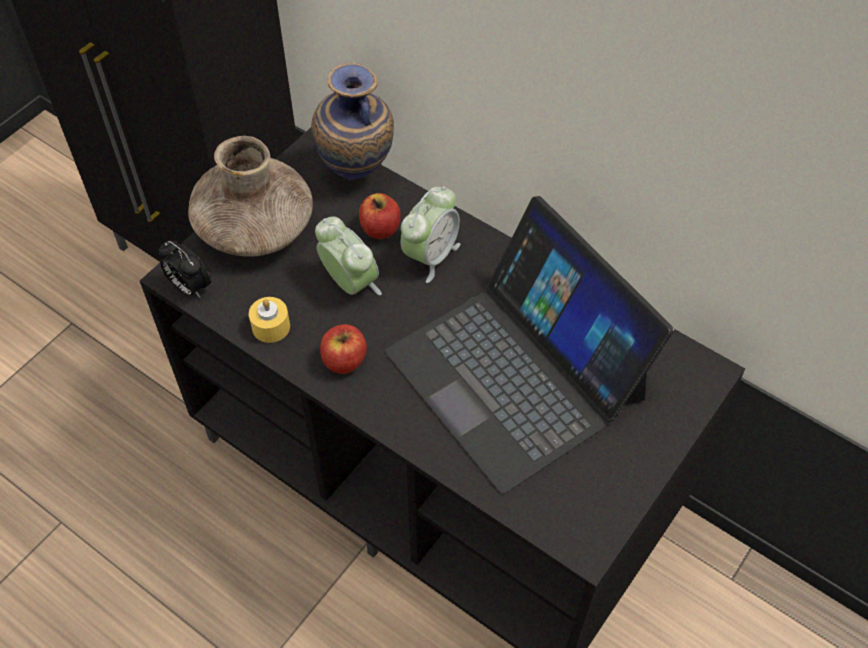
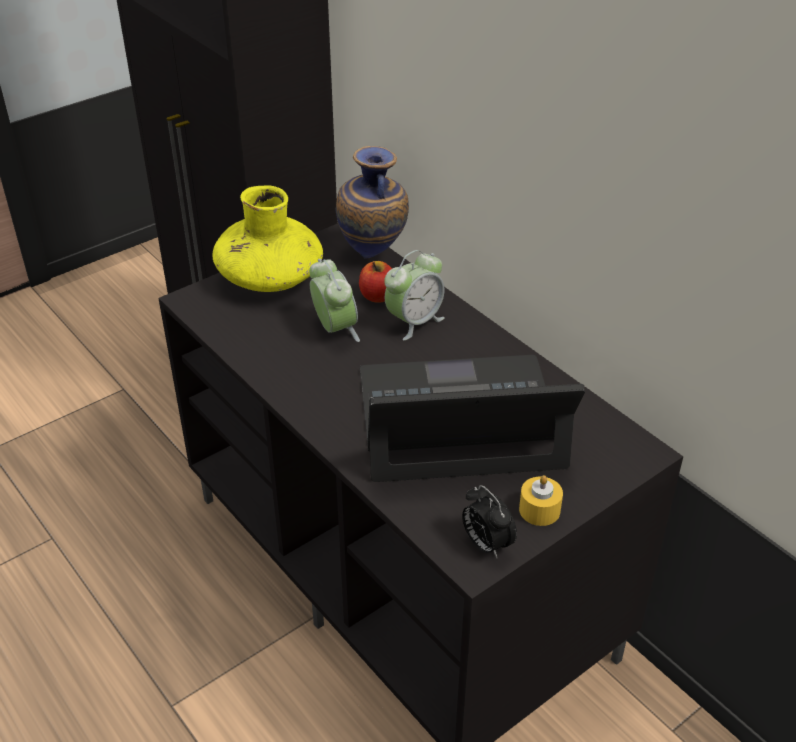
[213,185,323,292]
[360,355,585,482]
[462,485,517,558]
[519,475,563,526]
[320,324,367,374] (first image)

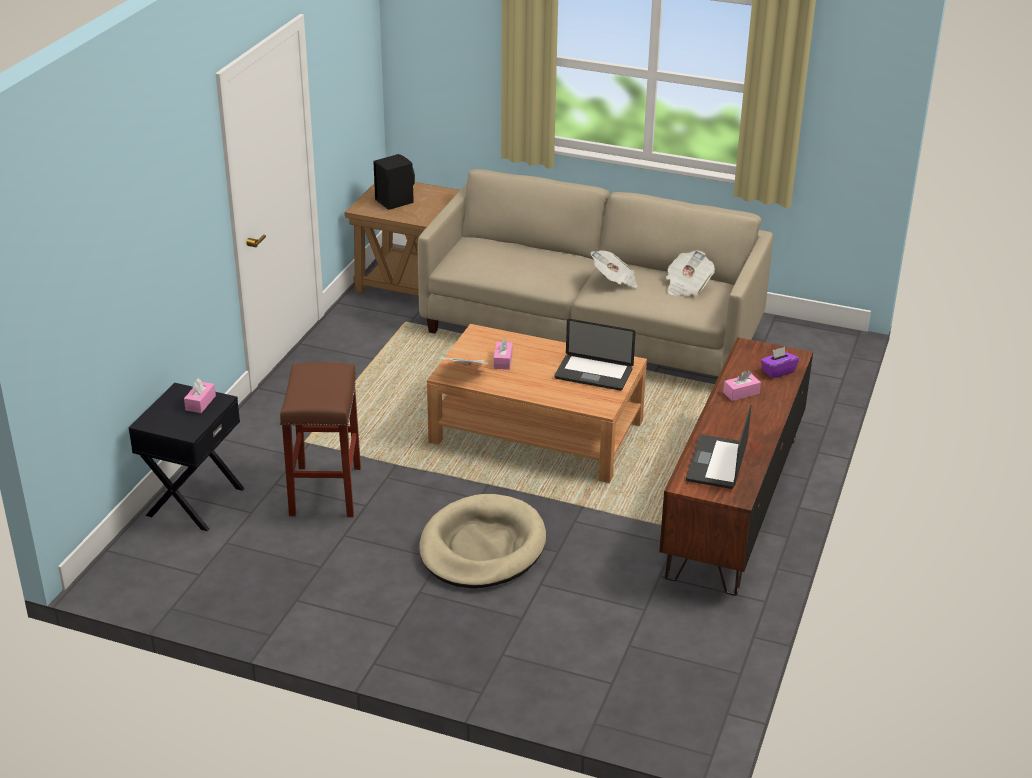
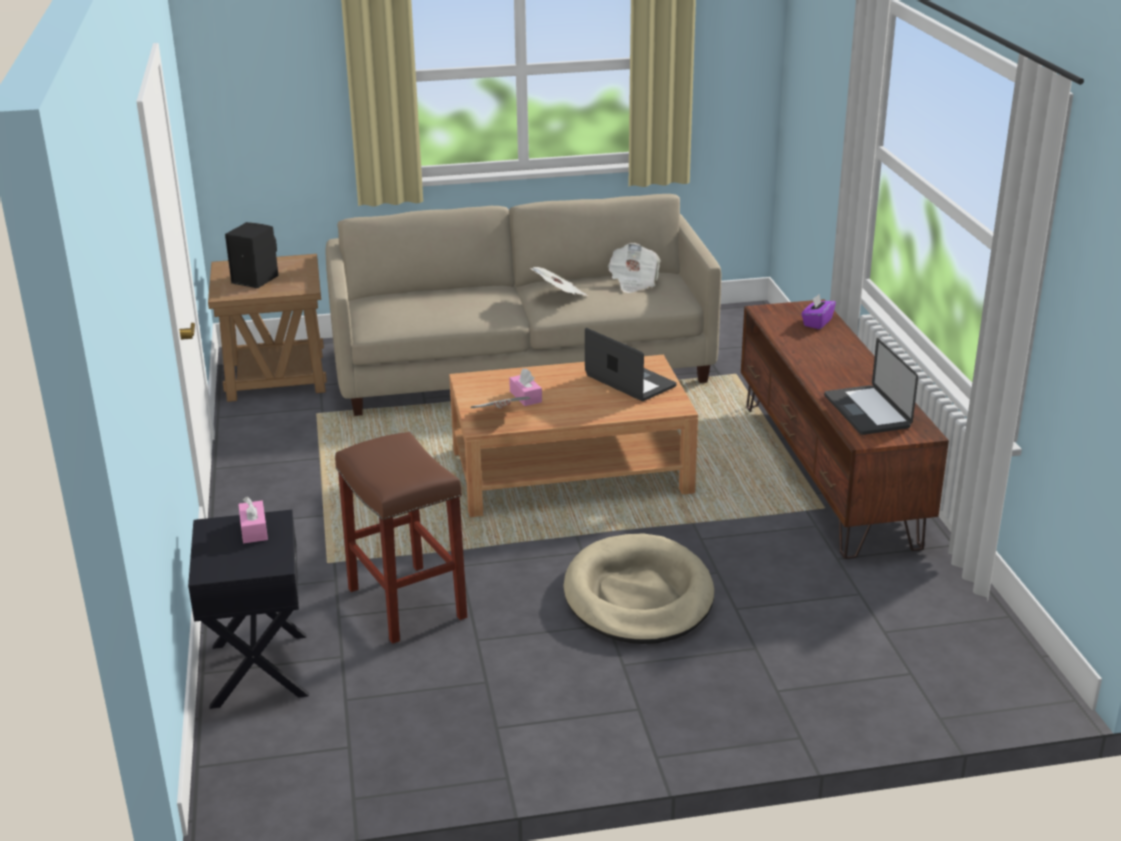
[585,328,676,401]
[723,370,761,401] (first image)

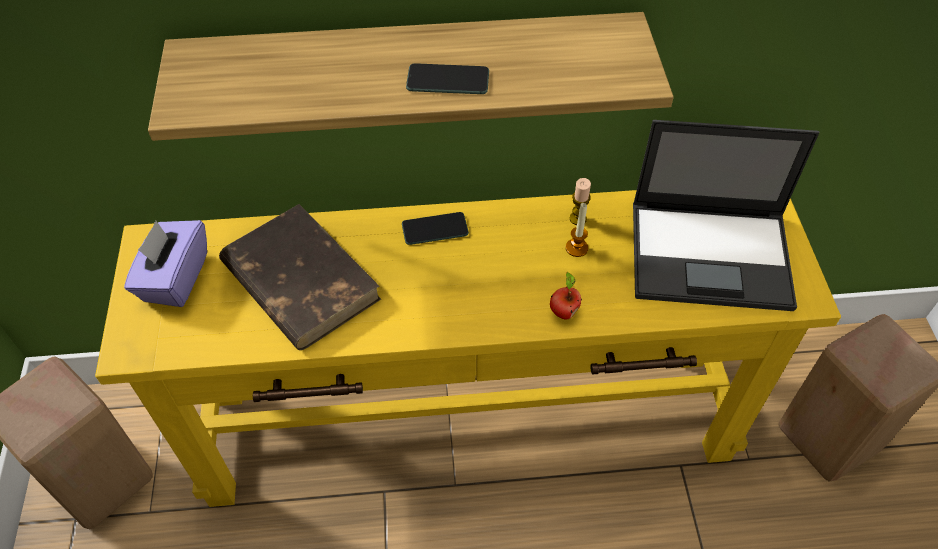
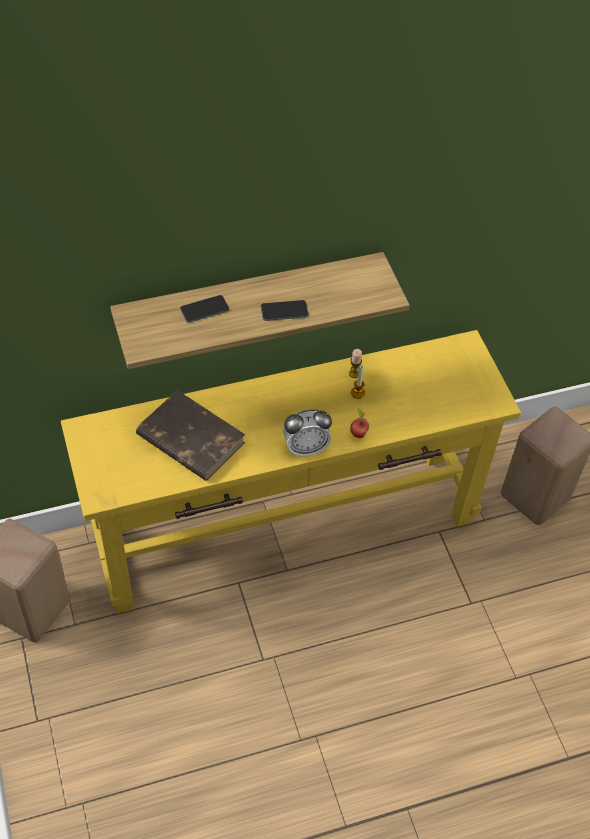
[633,120,819,311] (first image)
[180,295,229,323]
[124,220,207,307] (first image)
[283,409,332,457]

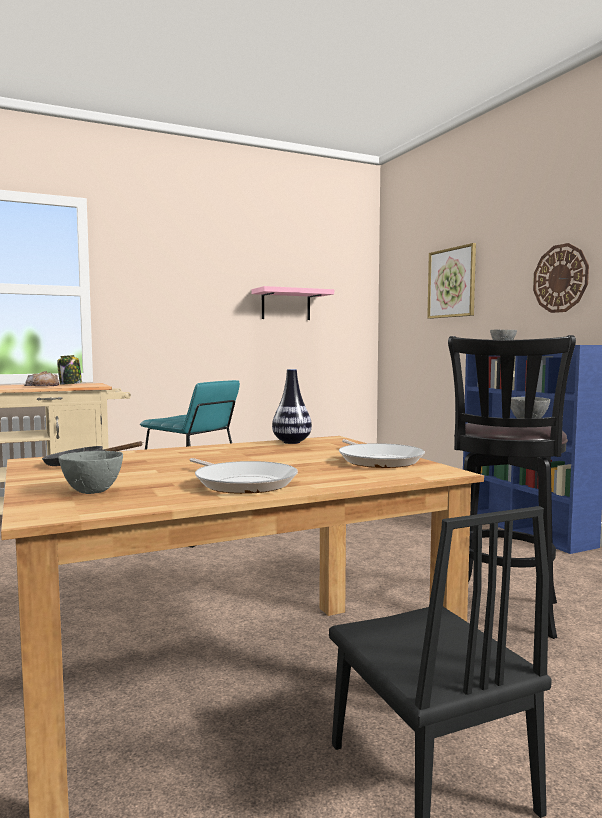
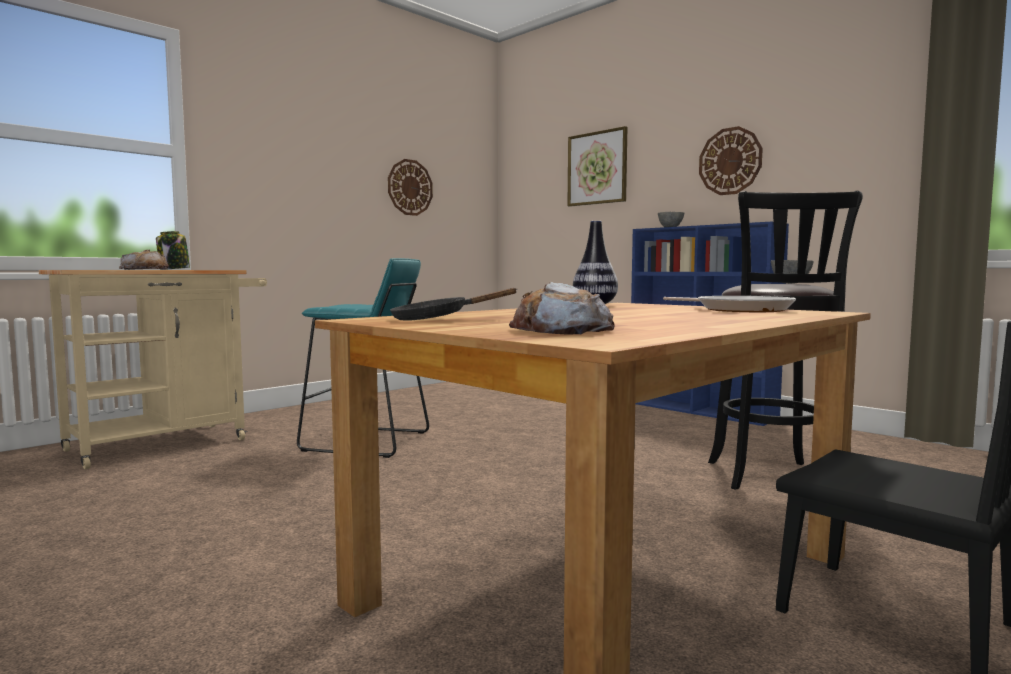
[388,159,433,216]
[509,282,615,335]
[190,458,298,494] (first image)

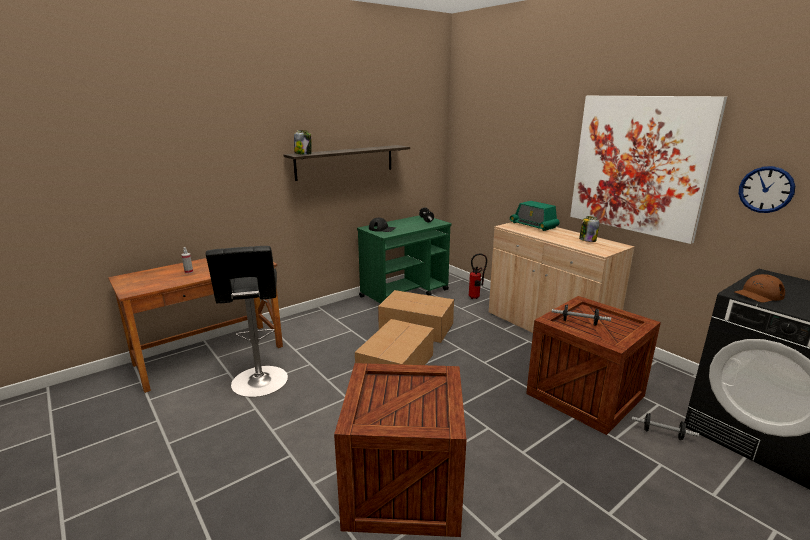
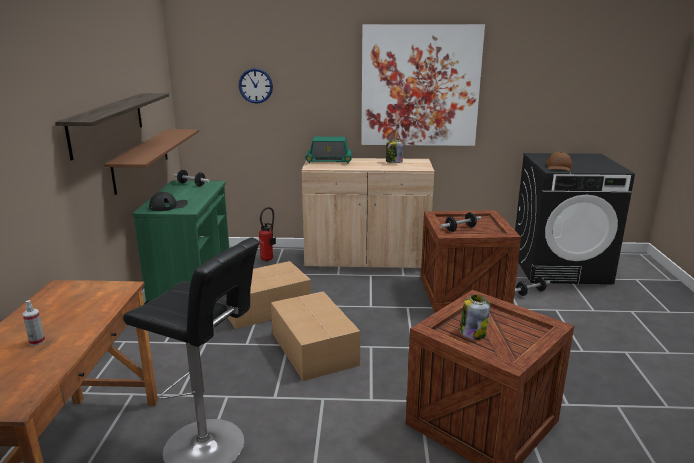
[460,295,490,340]
[239,68,273,104]
[104,129,199,195]

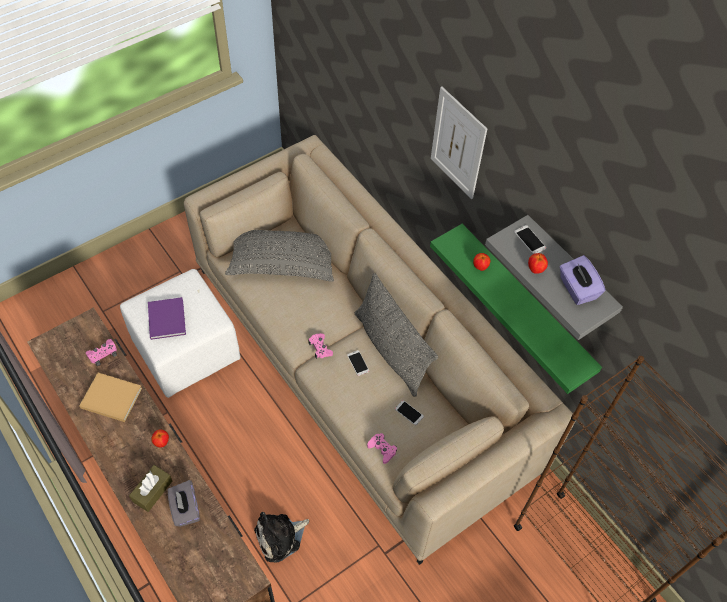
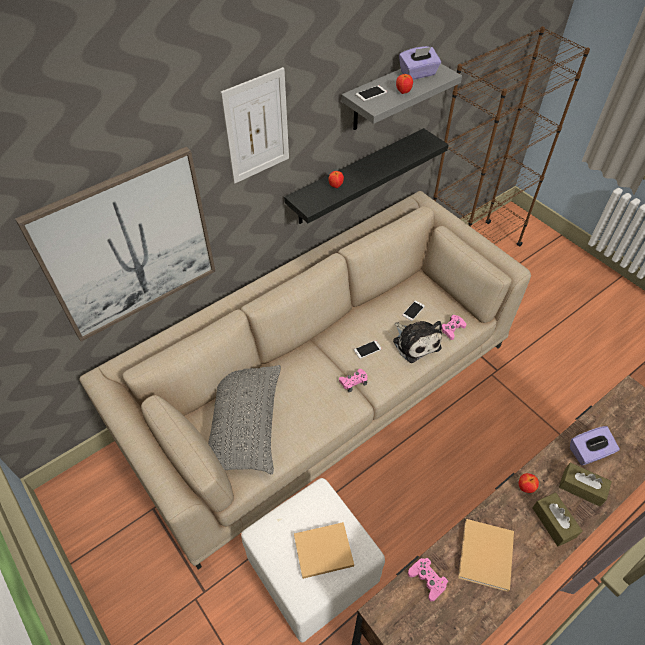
[284,128,448,224]
[355,273,438,397] (first image)
[294,522,354,579]
[570,426,620,465]
[393,321,442,363]
[15,146,215,342]
[532,492,583,546]

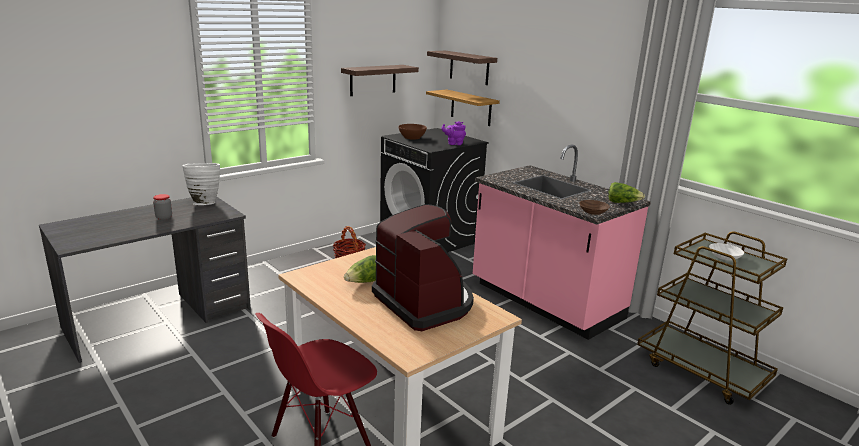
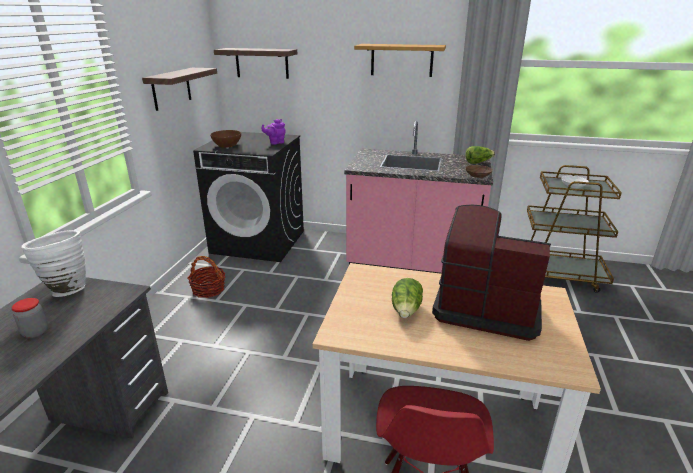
[354,44,446,77]

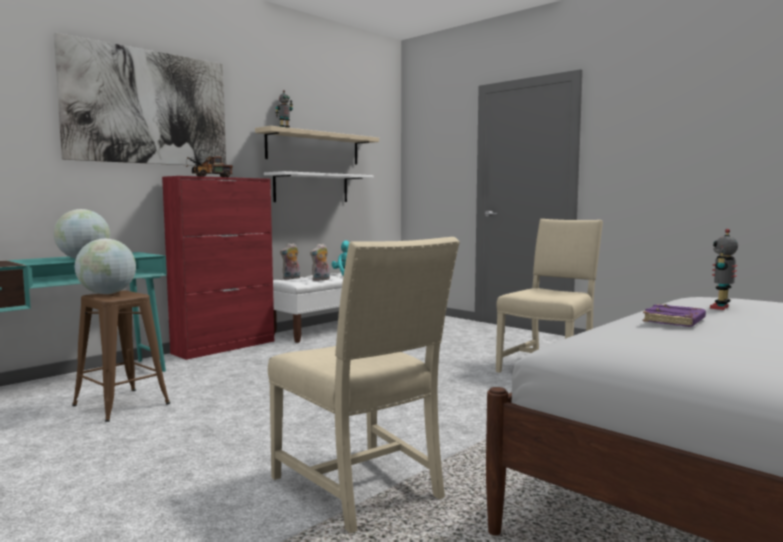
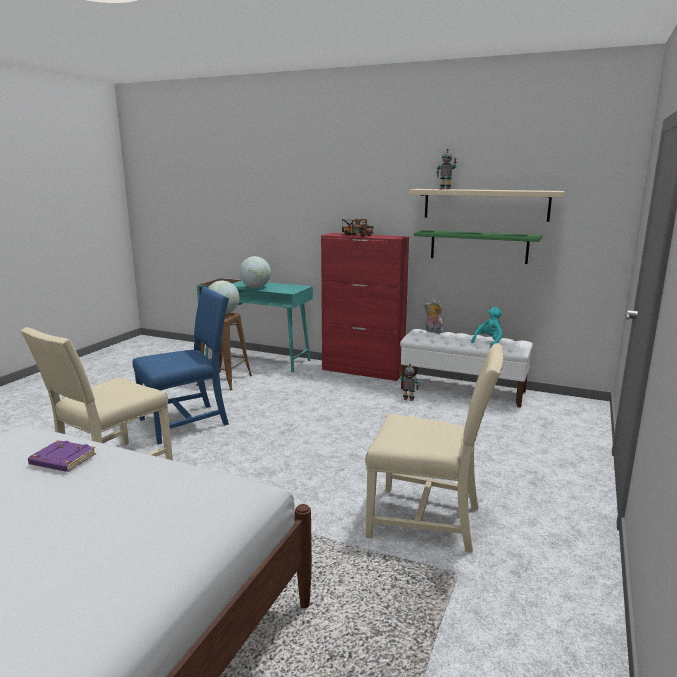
[54,33,226,166] (first image)
[414,230,542,264]
[400,364,419,401]
[310,243,330,281] (first image)
[132,287,229,445]

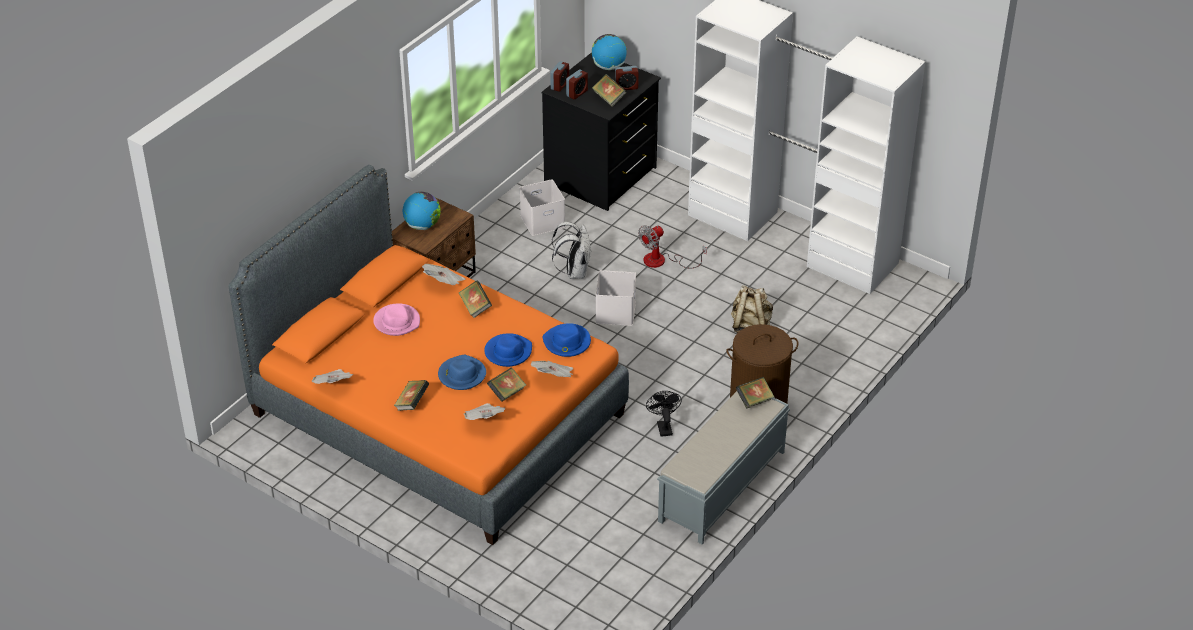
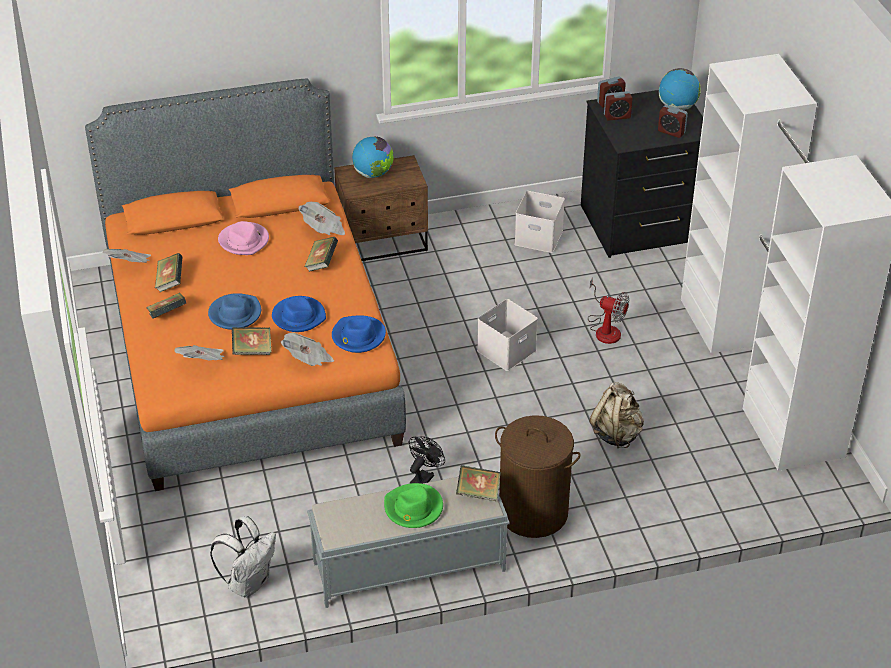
[155,253,183,292]
[210,516,276,597]
[588,278,629,344]
[384,483,443,528]

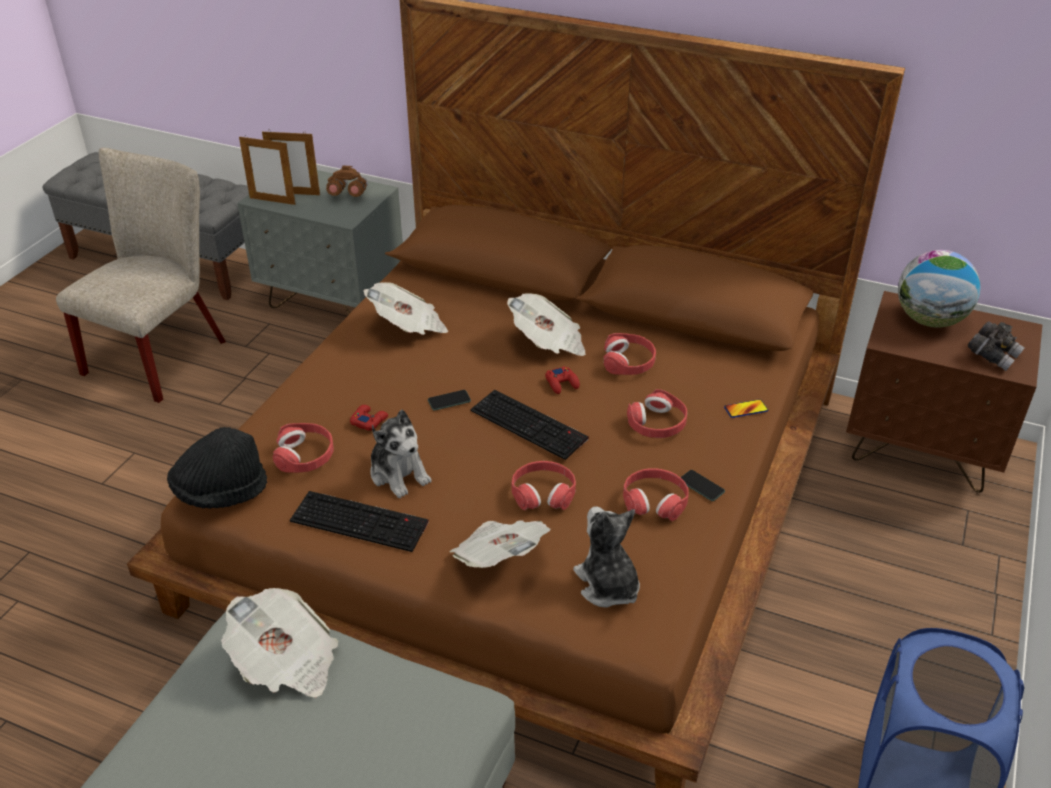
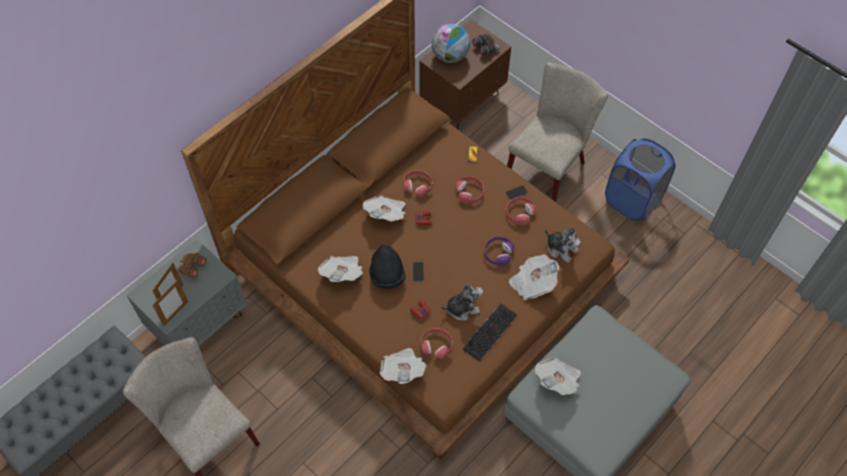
[471,390,589,460] (first image)
[369,245,406,289]
[484,237,514,266]
[545,227,581,263]
[507,62,608,202]
[380,348,427,384]

